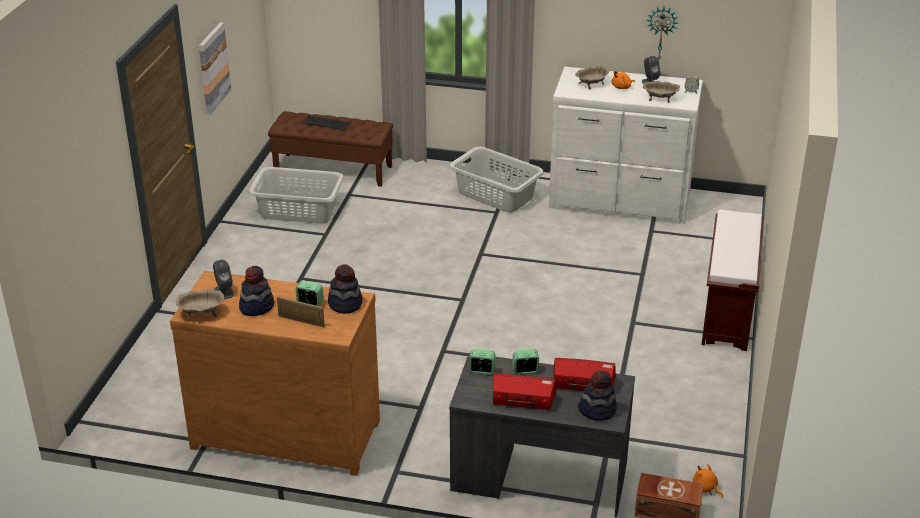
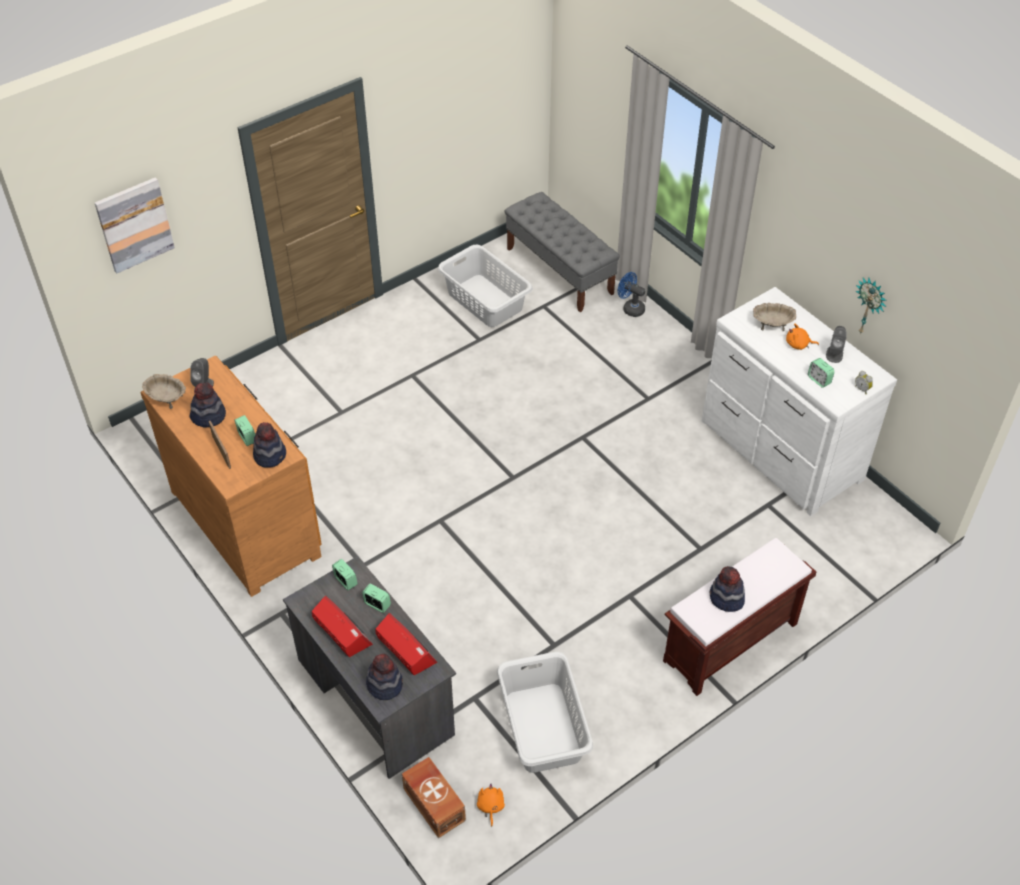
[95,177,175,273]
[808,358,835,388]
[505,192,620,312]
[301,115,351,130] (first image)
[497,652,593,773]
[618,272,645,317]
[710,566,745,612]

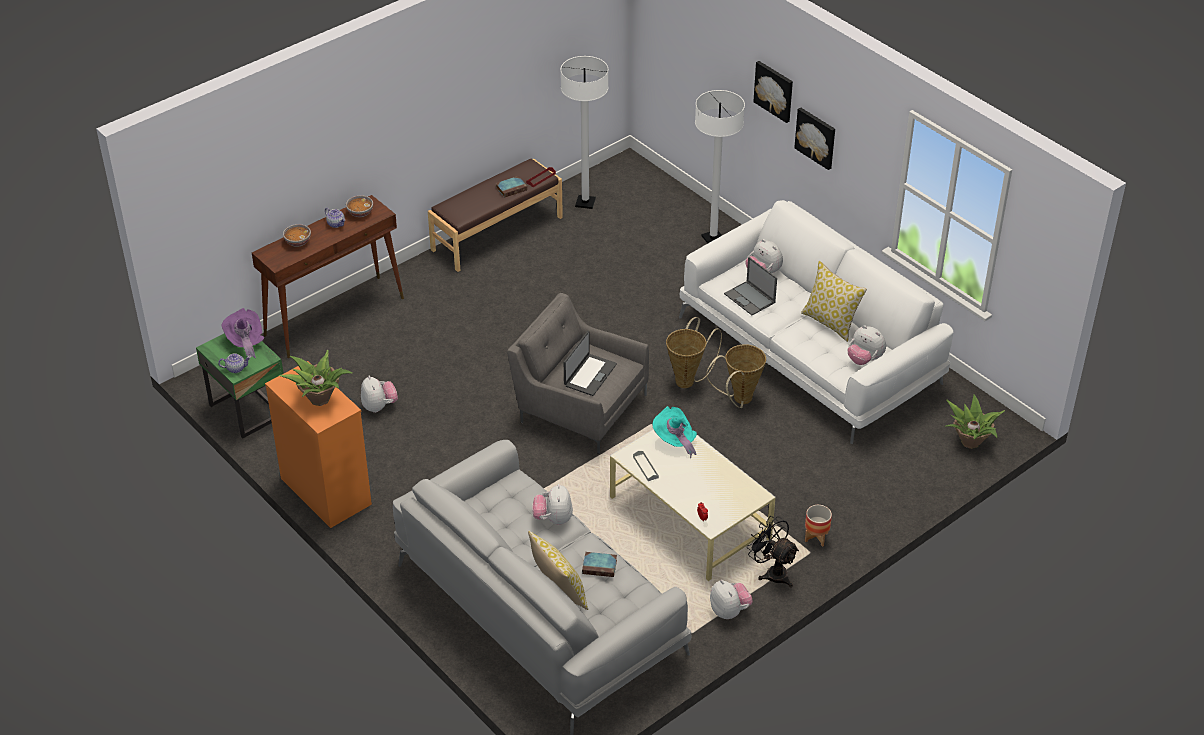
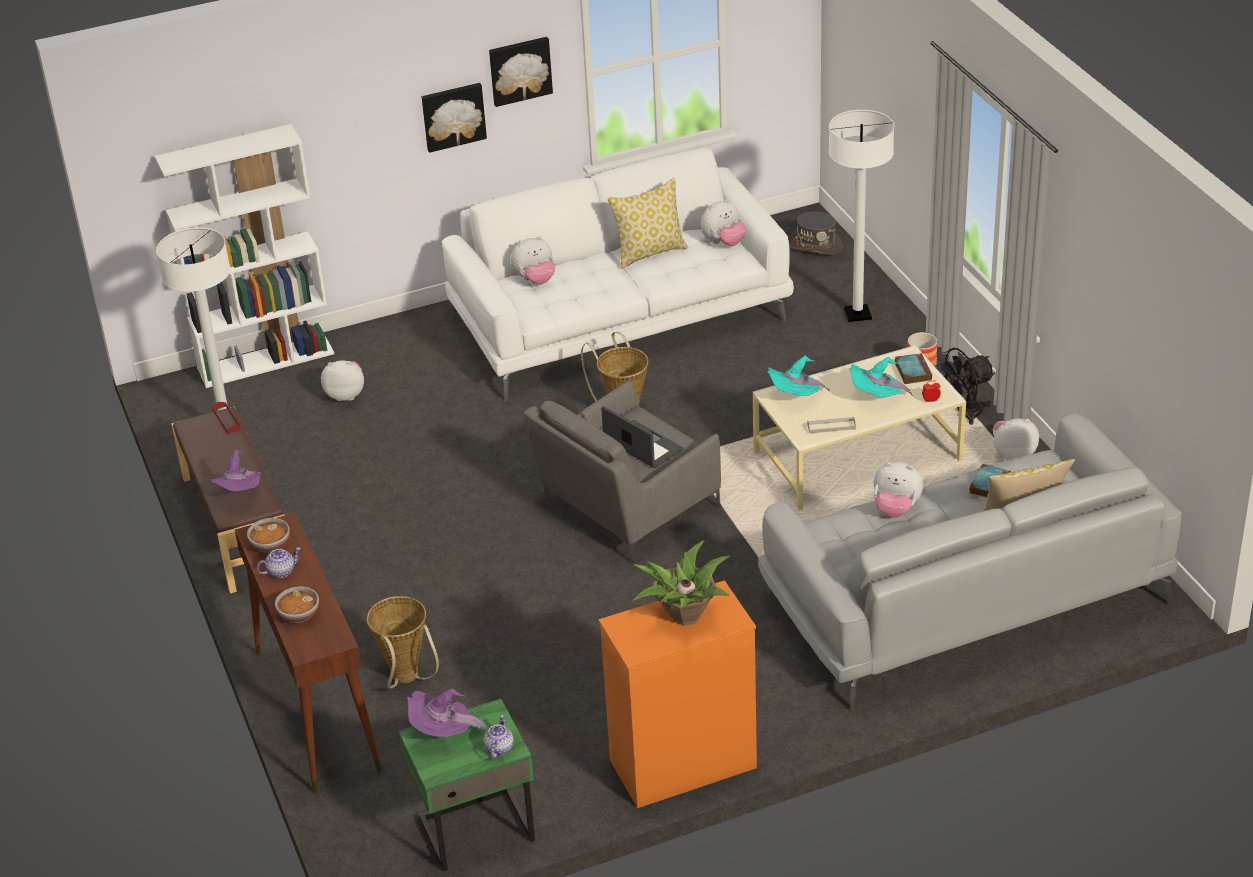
[489,37,553,107]
[829,110,894,322]
[895,353,932,384]
[724,257,777,315] (first image)
[367,596,439,689]
[321,360,364,401]
[790,212,843,255]
[155,124,334,388]
[849,357,913,397]
[205,449,261,492]

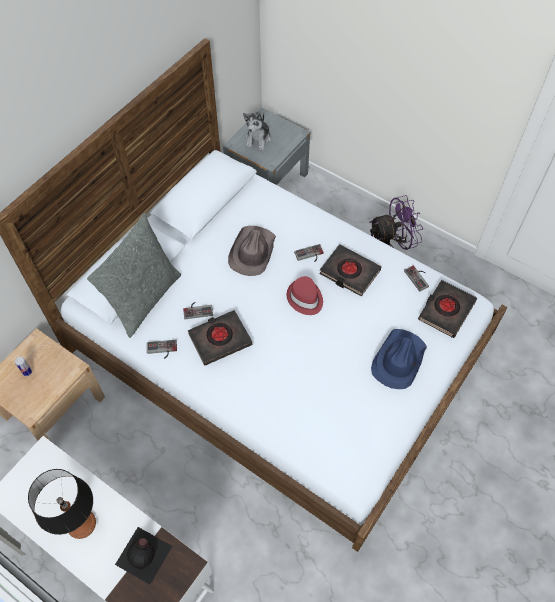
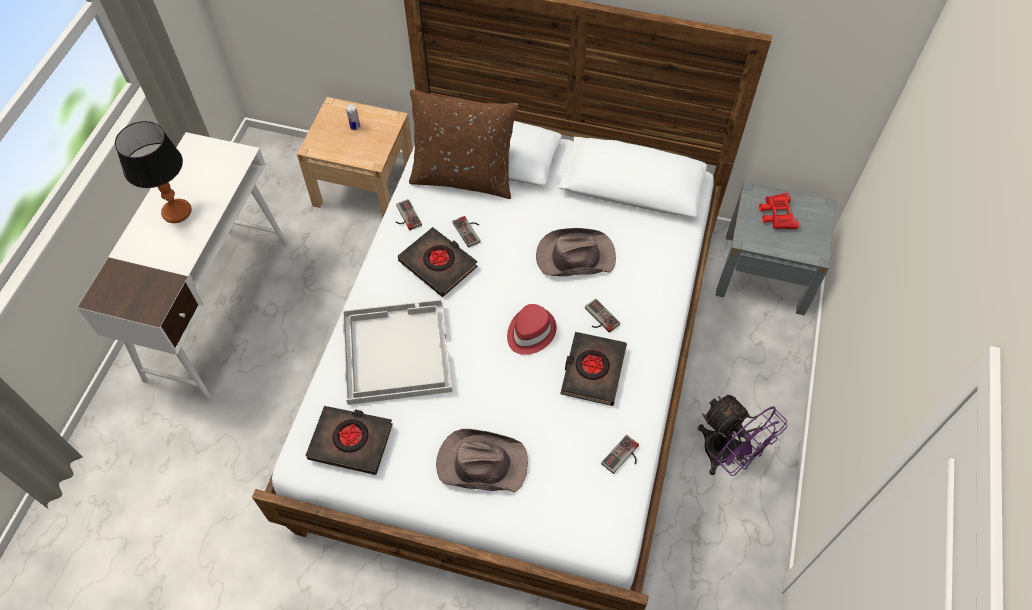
[759,193,799,229]
[409,90,518,199]
[306,406,393,475]
[436,429,528,492]
[115,527,172,585] (first image)
[343,299,452,405]

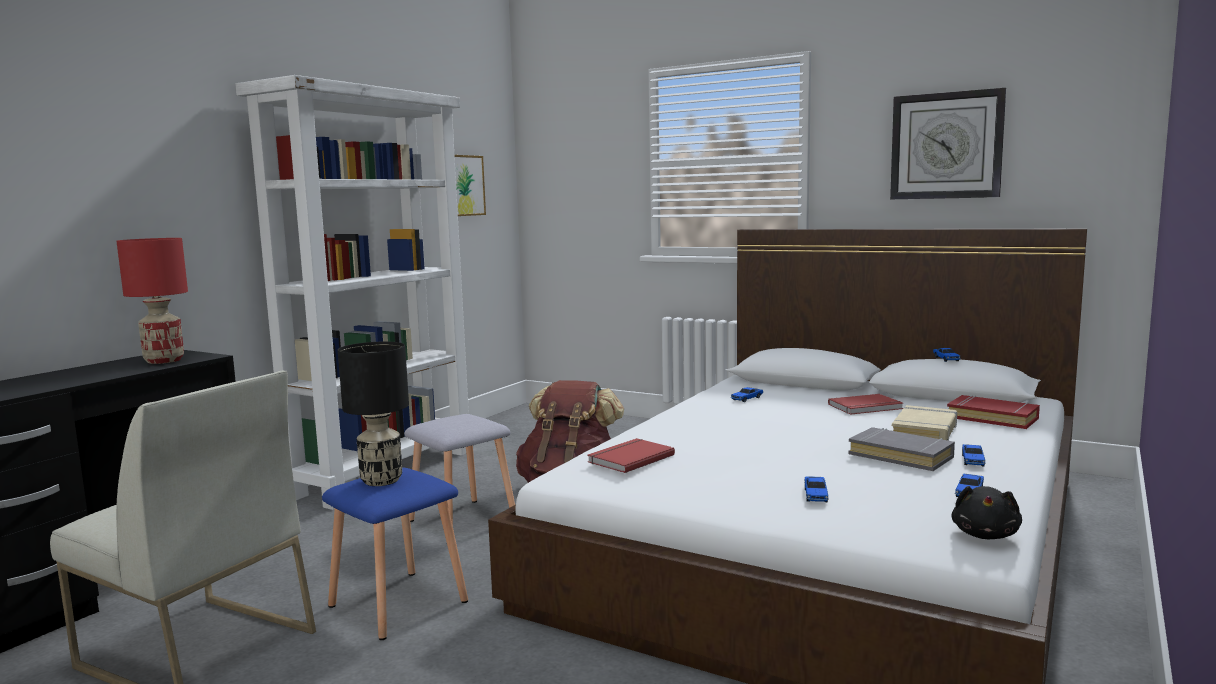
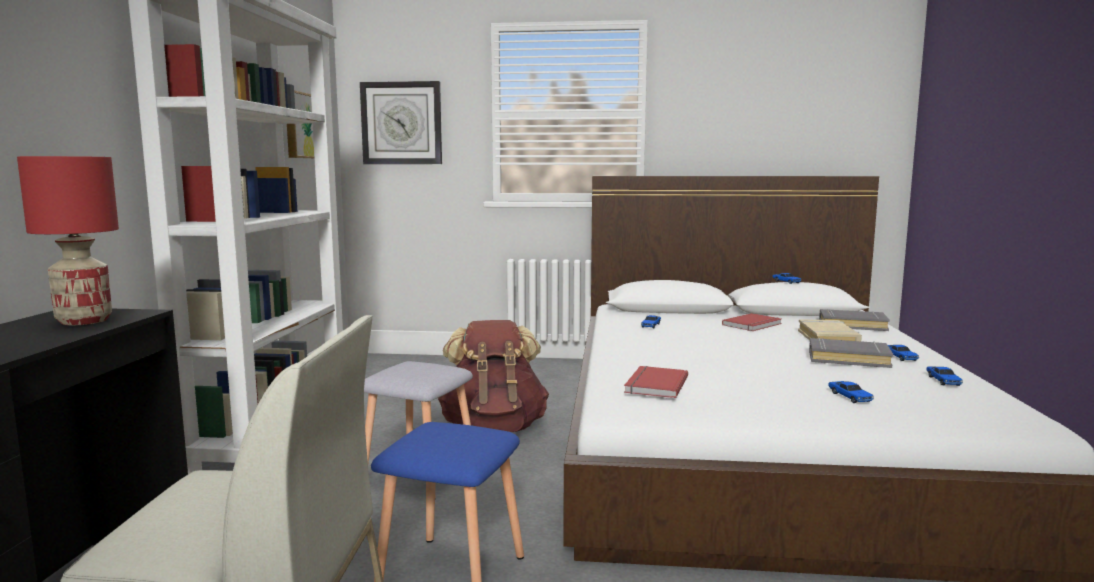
[360,81,442,164]
[338,341,409,486] (first image)
[819,309,890,331]
[951,486,1022,539] (first image)

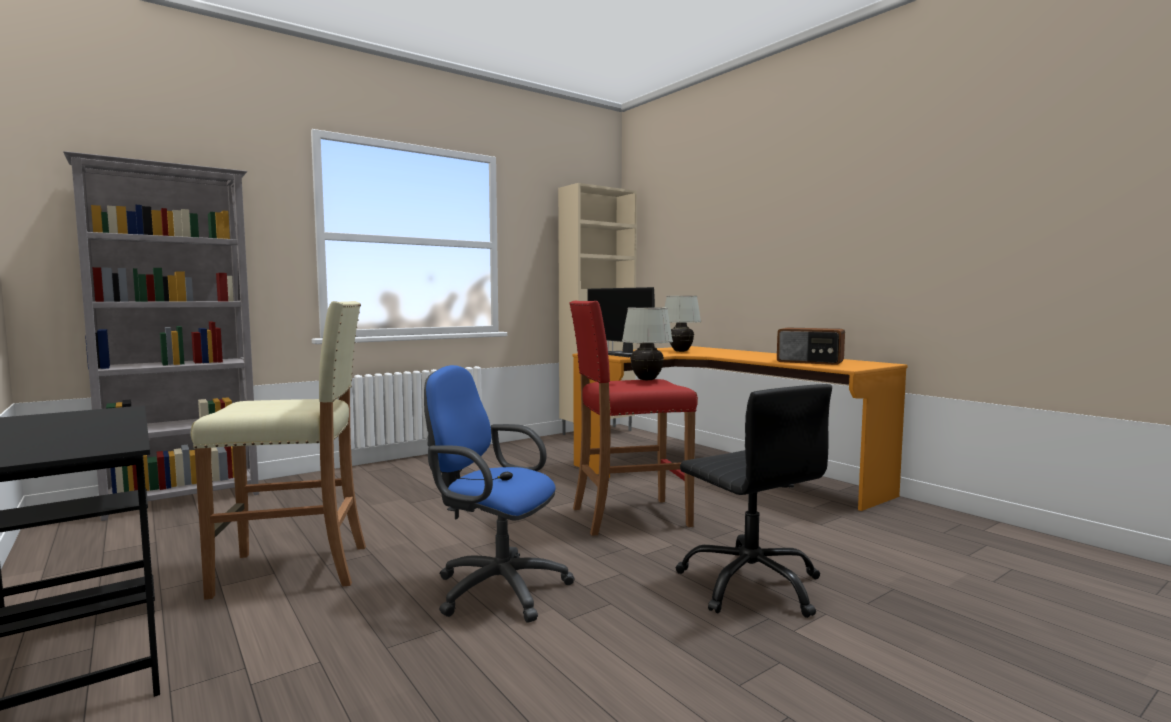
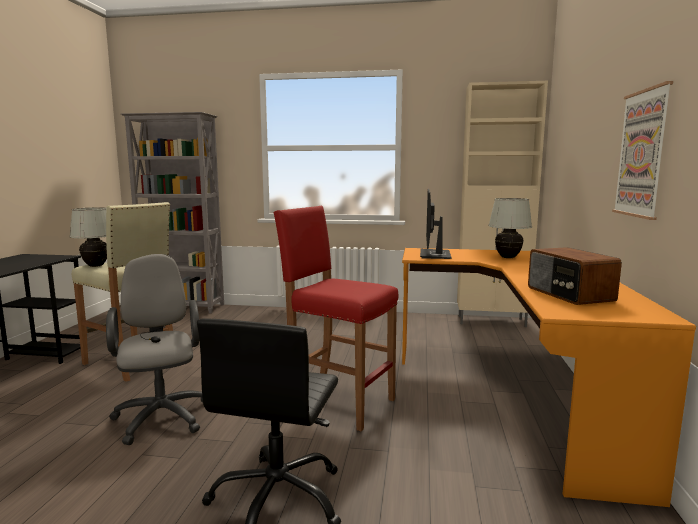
[69,207,107,267]
[106,254,203,445]
[612,81,673,220]

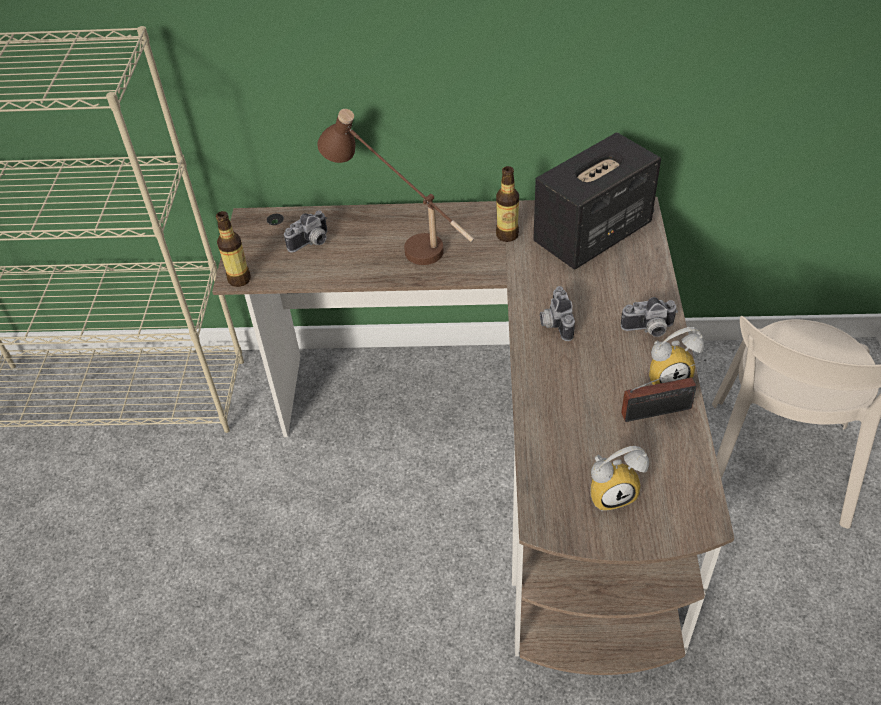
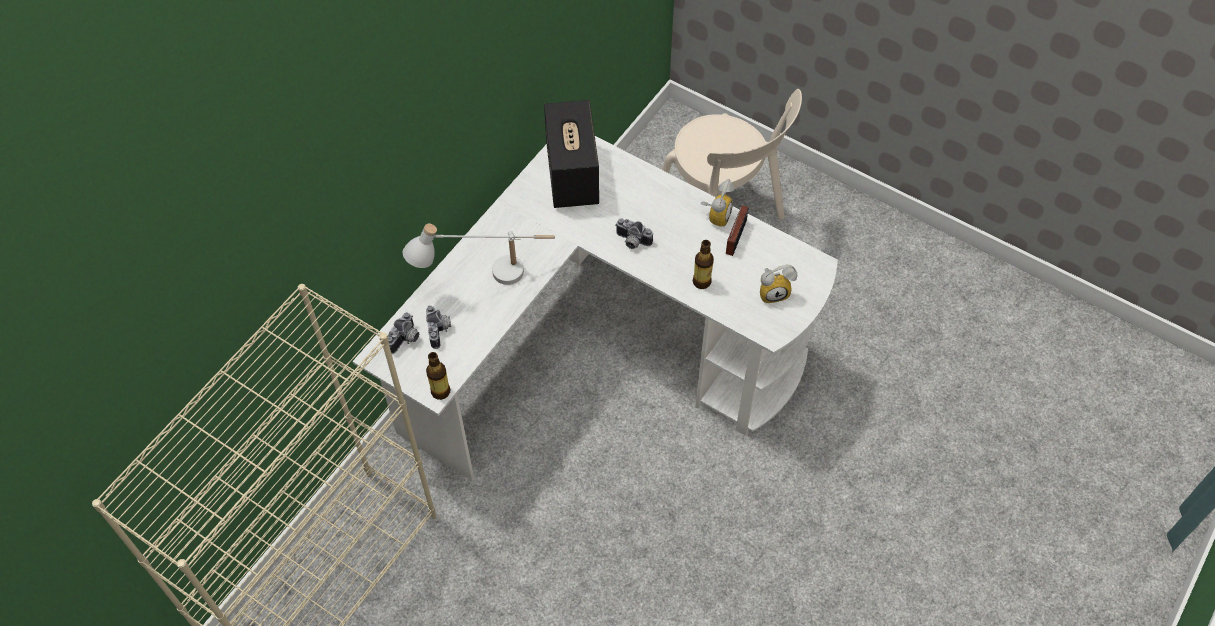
[403,224,555,285]
[693,240,714,289]
[353,136,838,481]
[388,312,419,354]
[760,265,797,303]

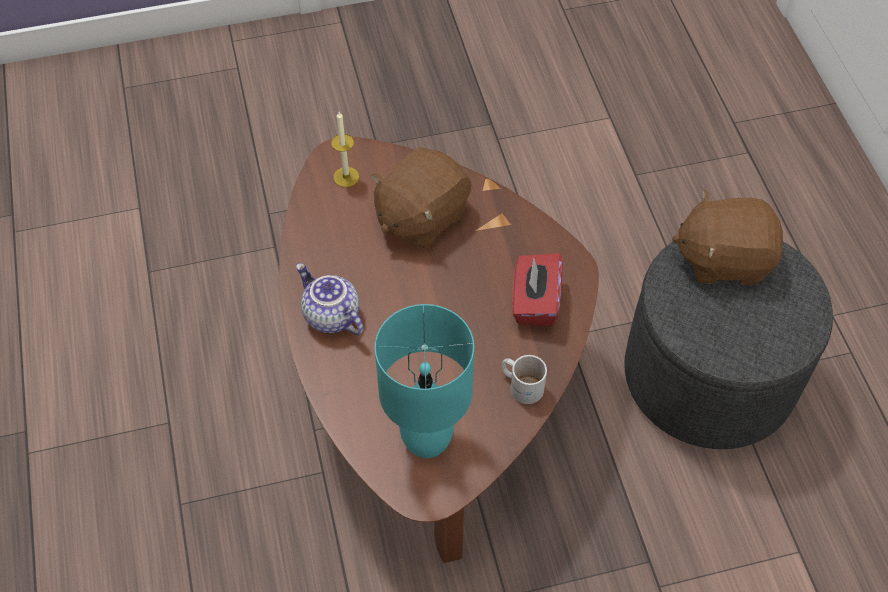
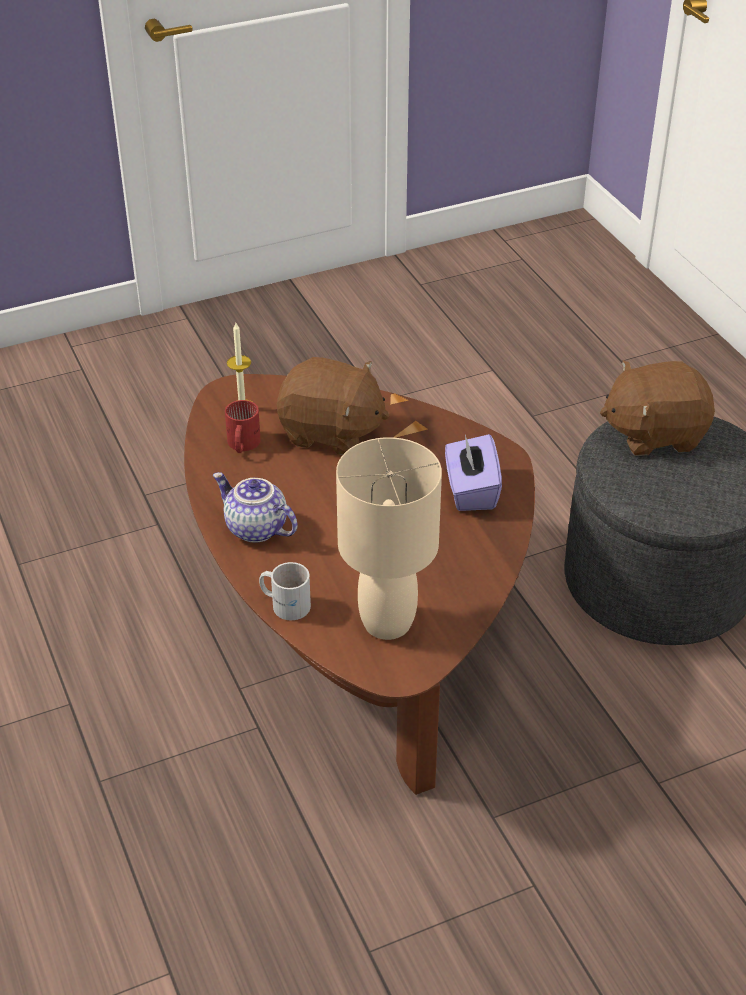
[277,357,389,455]
[445,434,502,511]
[336,437,442,640]
[259,562,311,620]
[225,400,261,453]

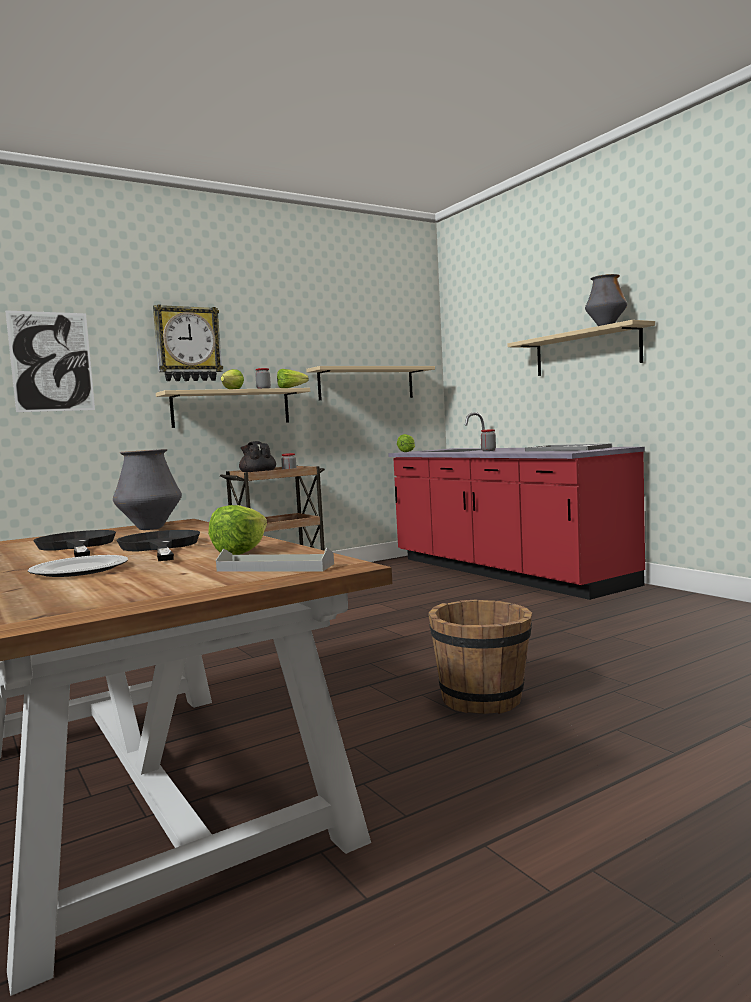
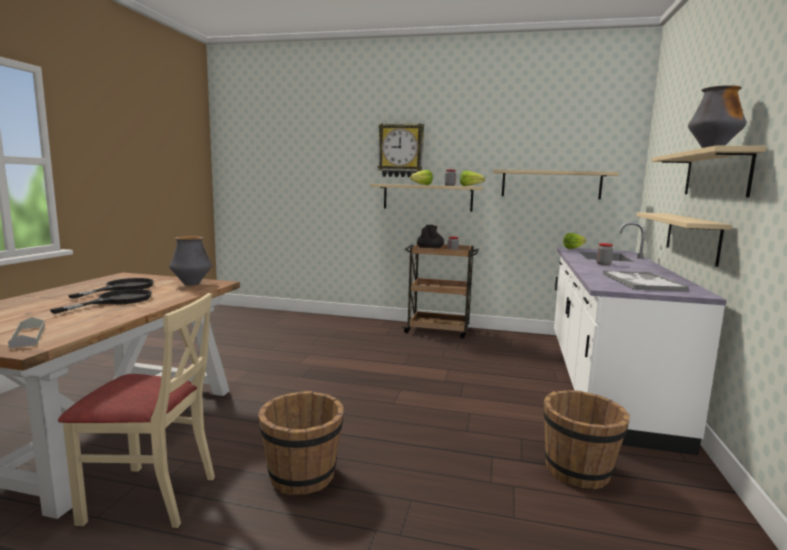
[5,310,95,412] (first image)
[554,222,727,455]
[208,505,267,555] (first image)
[28,555,128,577] (first image)
[636,212,732,267]
[58,293,215,528]
[544,390,630,490]

